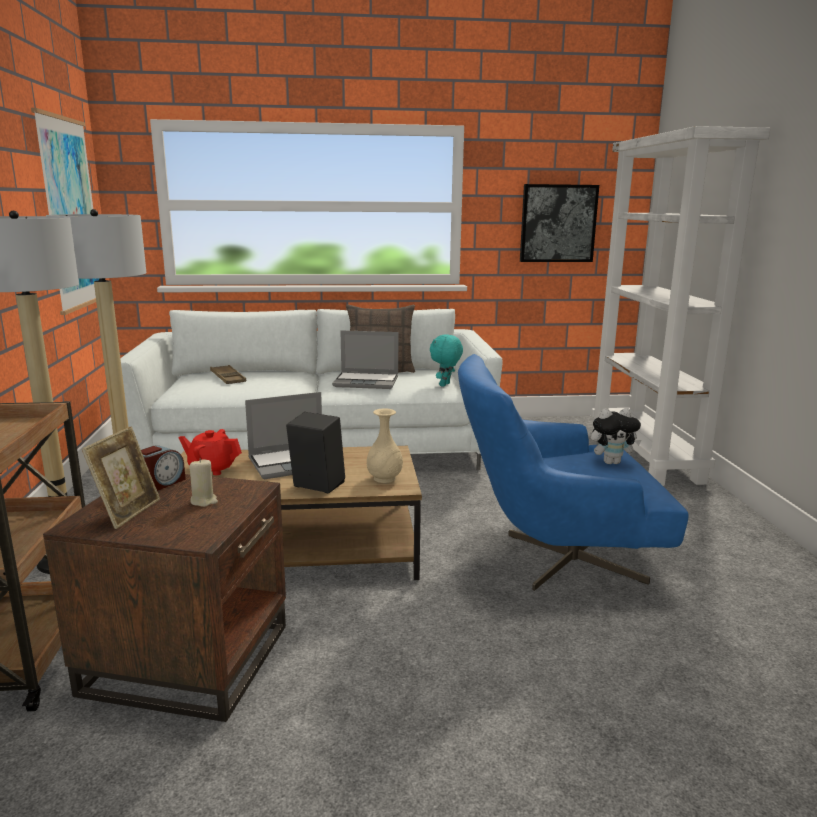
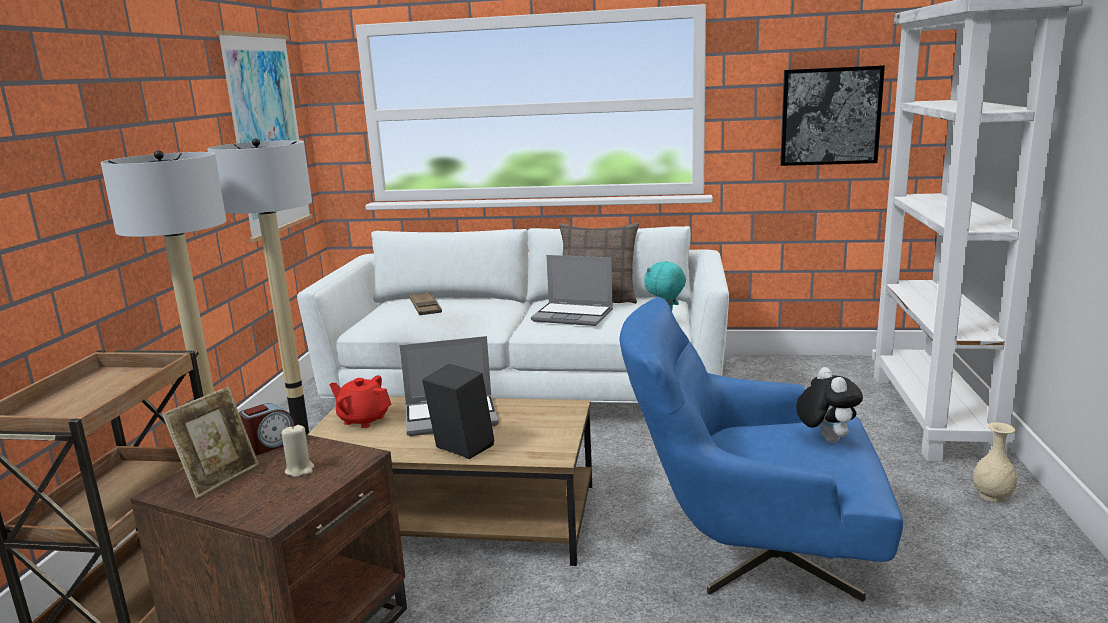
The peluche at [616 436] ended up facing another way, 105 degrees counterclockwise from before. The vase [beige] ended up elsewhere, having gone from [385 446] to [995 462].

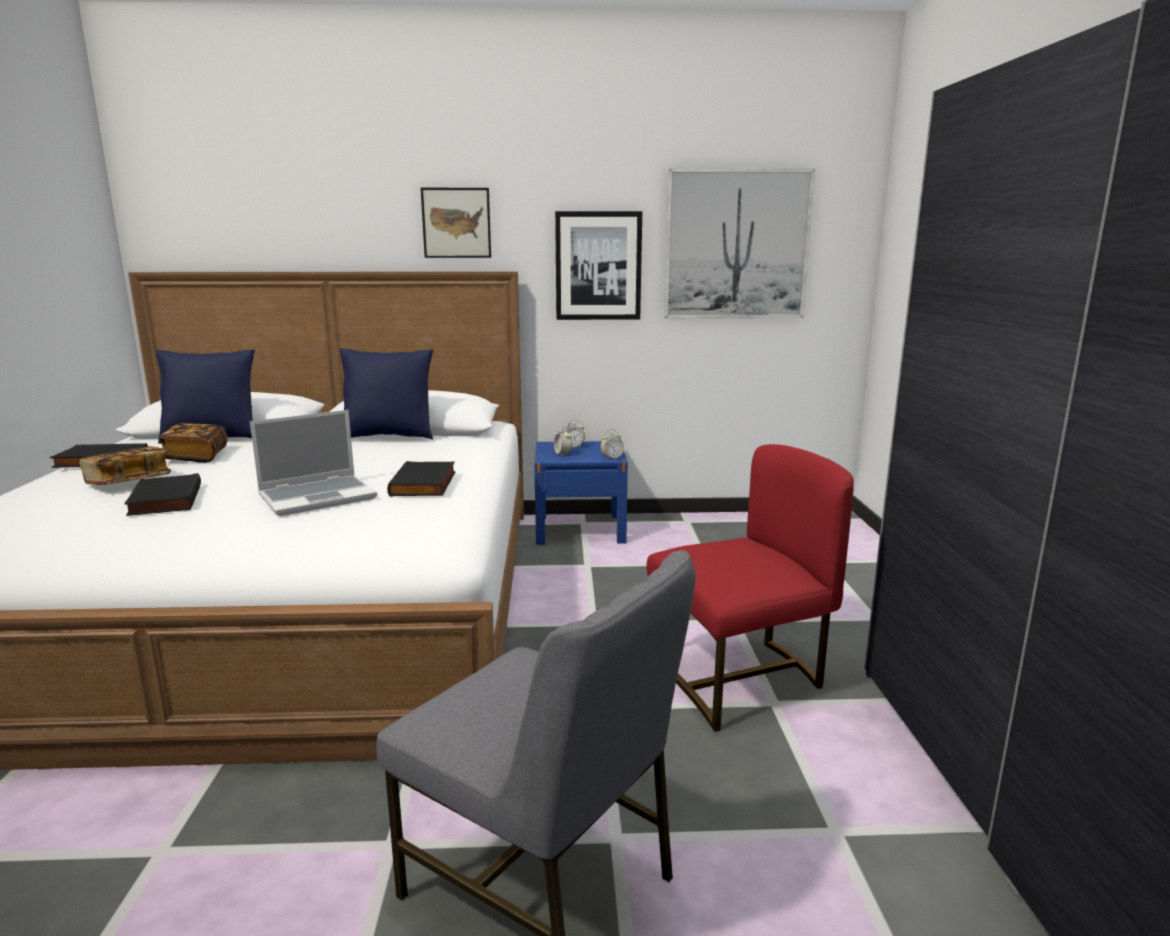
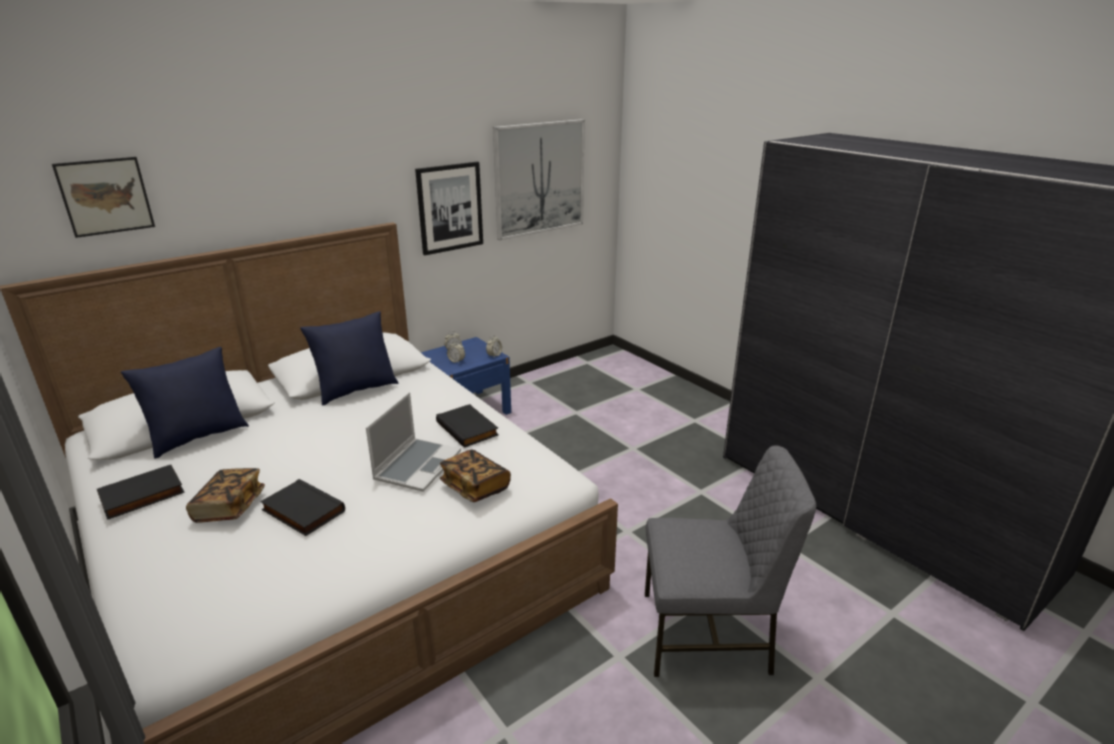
The tableau ended up elsewhere, having gone from [456 223] to [103 197]. The livre ended up elsewhere, having gone from [193 443] to [475 475]. The second view lost the chaise [rouge] at [750 588].

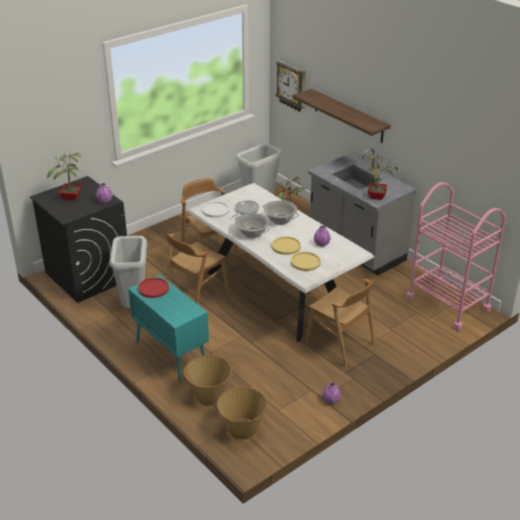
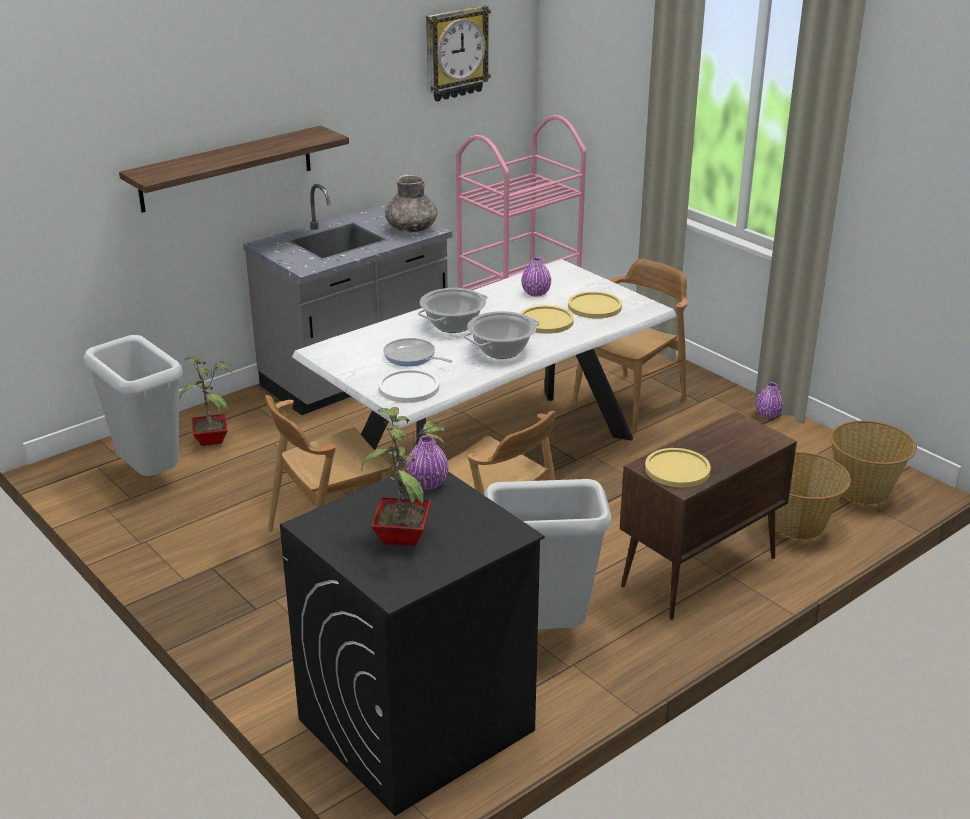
The horloge murale ended up elsewhere, having gone from [290 86] to [458 53]. Where the plante en pot stood at [382 176], the vase [gris] came to stand at [411 203]. What was the meuble de rangement [turquoise] at [168 328] turned into the meuble de rangement [marron] at [708 515]. What was the assiette [rouge] at [153 288] turned into the assiette [jaune] at [678 468].

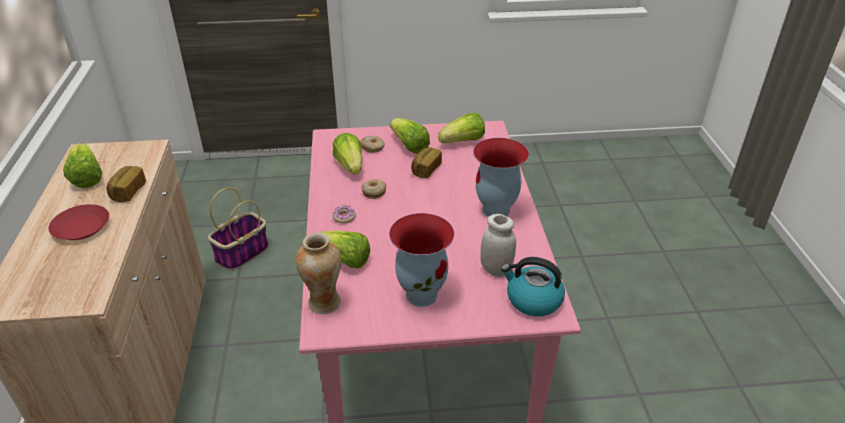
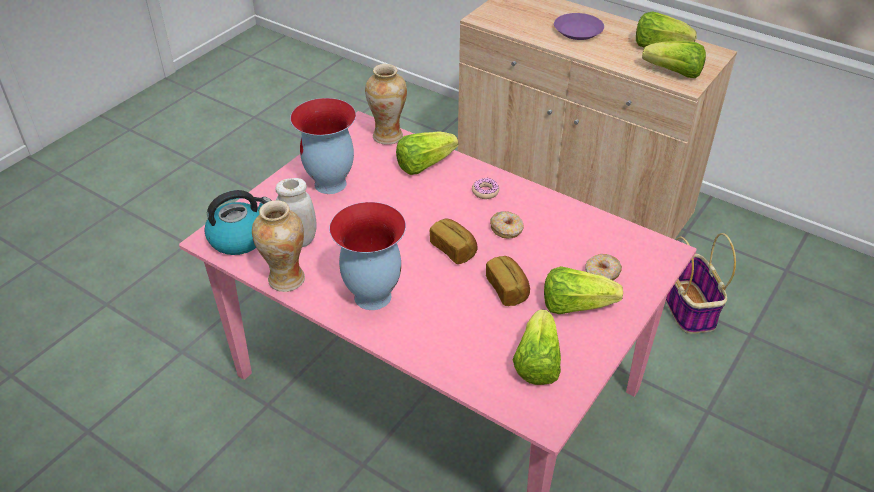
The laitue ended up elsewhere, having gone from [347 154] to [674 59]. The pain ended up elsewhere, having gone from [126 184] to [454 241]. What was the assiette [rouge] at [78 222] turned into the assiette [violet] at [579 26]. The second view gained the vase at [278 246].

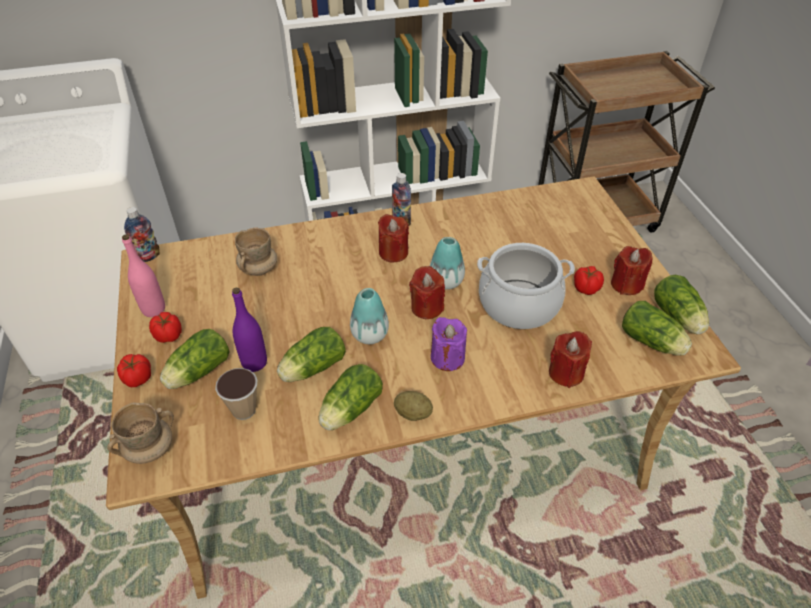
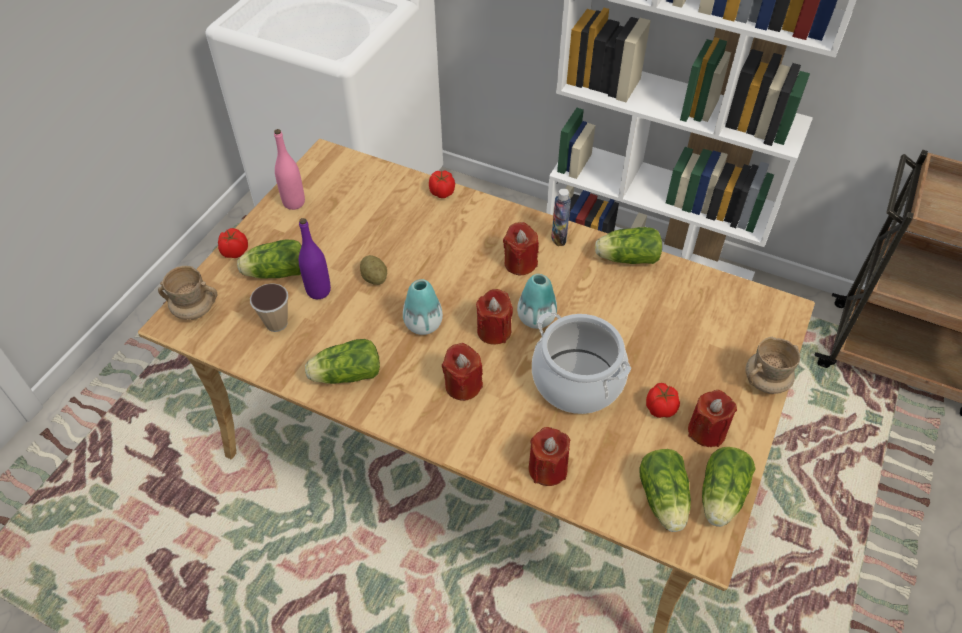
The second view lost the bouteille at [142 234]. The mug [beige] ended up elsewhere, having gone from [256 251] to [772 365]. The tomate ended up elsewhere, having gone from [165 327] to [442 184]. What was the bougie [violet] at [449 344] turned into the bougie [rouge] at [462 372]. The laitue ended up elsewhere, having gone from [311 354] to [628 245]. The pomme de terre ended up elsewhere, having gone from [413 406] to [373 270].

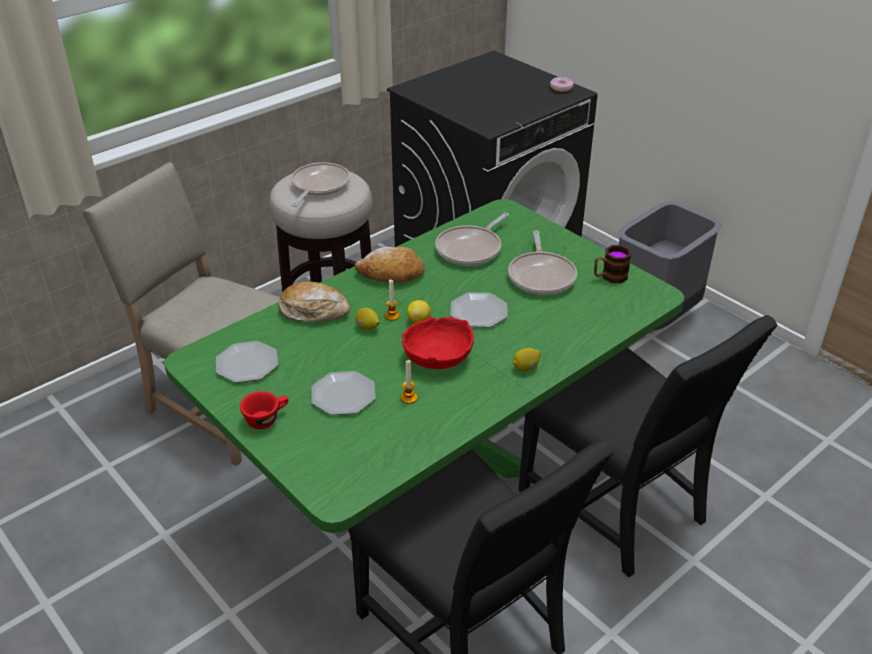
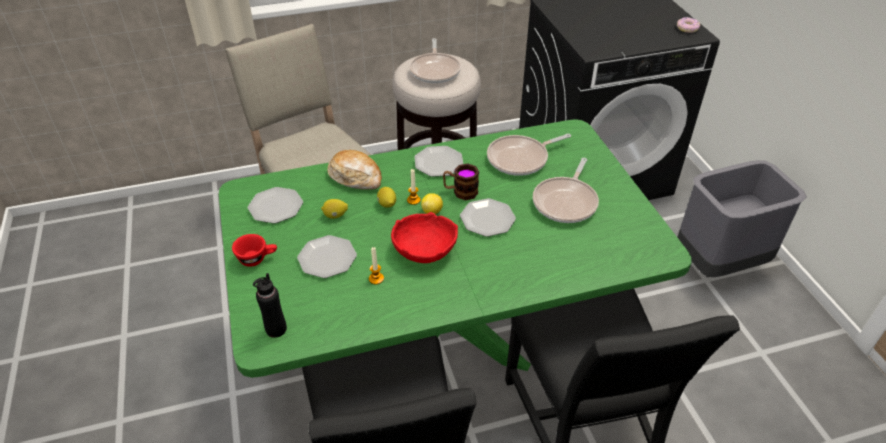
The poêle at [320 184] ended up facing another way, 135 degrees clockwise from before. The mug ended up elsewhere, having gone from [612 264] to [461 181]. Where the pain stood at [390 265], the assiette came to stand at [439 161]. The citron ended up elsewhere, having gone from [527 360] to [334 209]. The second view gained the bouteille [noir] at [270 305].

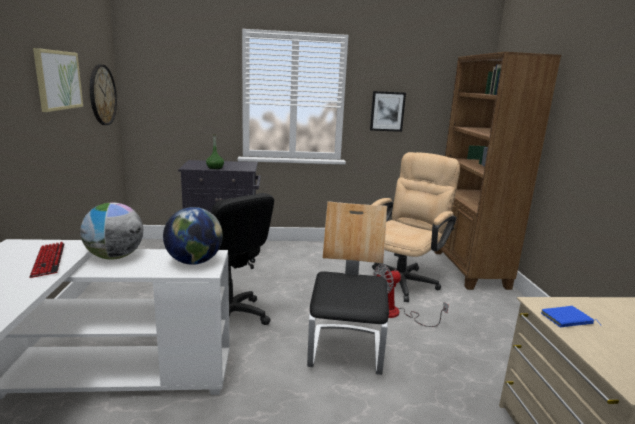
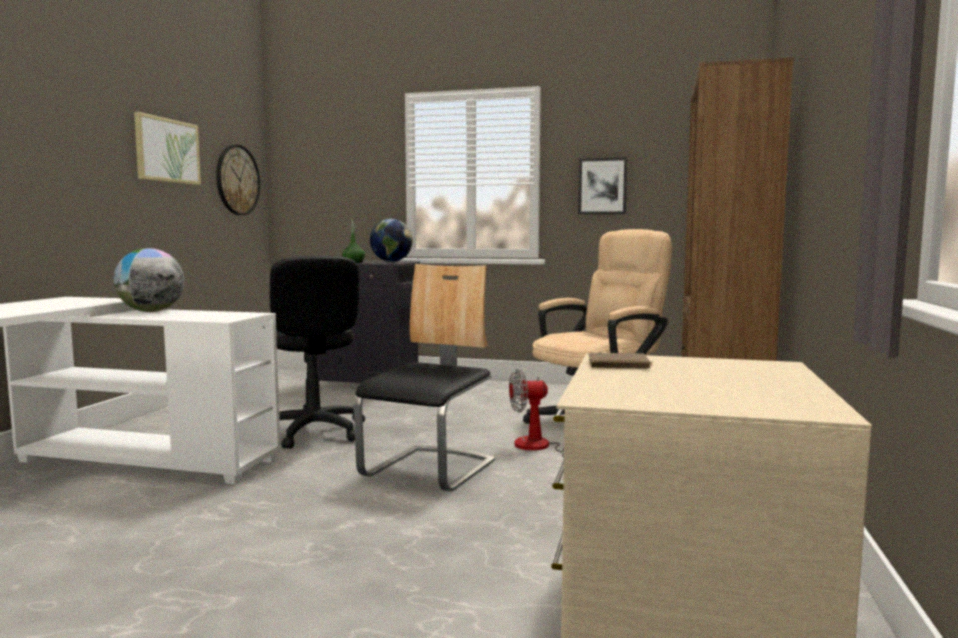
The globe ended up elsewhere, having gone from [193 236] to [391 240]. The second view lost the clavier at [47 260]. What was the livre [bleu] at [571 316] turned into the livre [marron] at [620 360].

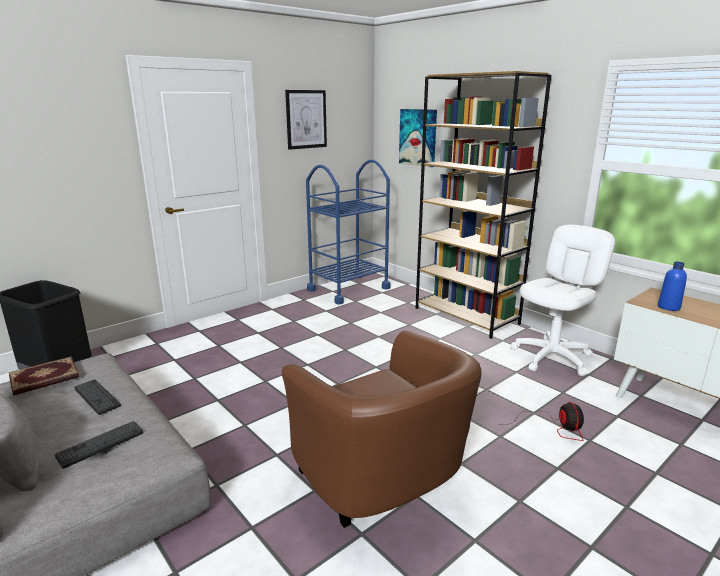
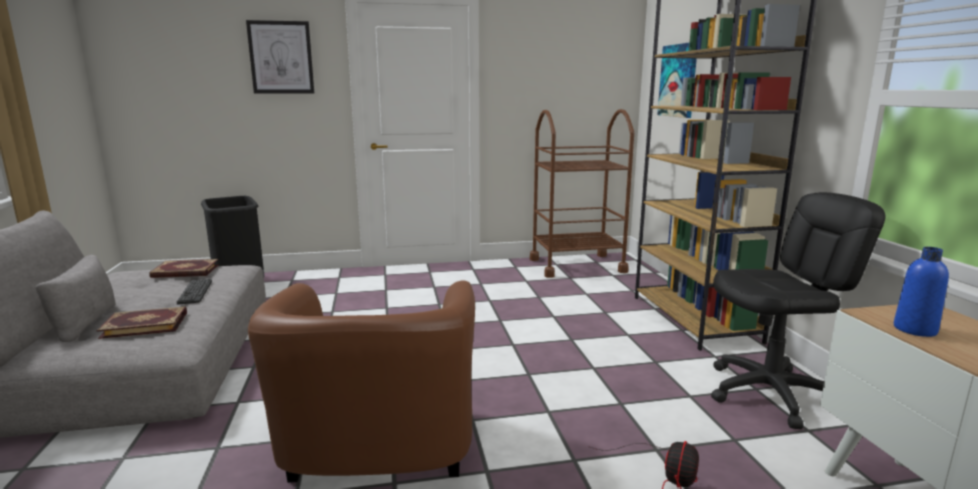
The tableau ended up elsewhere, having gone from [306 120] to [280 57]. What was the chariot [bleu] at [348 232] turned into the chariot [marron] at [582 193]. What was the chaise de bureau [blanc] at [562 300] turned into the chaise de bureau [noir] at [798 310]. Where the clavier stood at [99 445], the livre came to stand at [141 322].

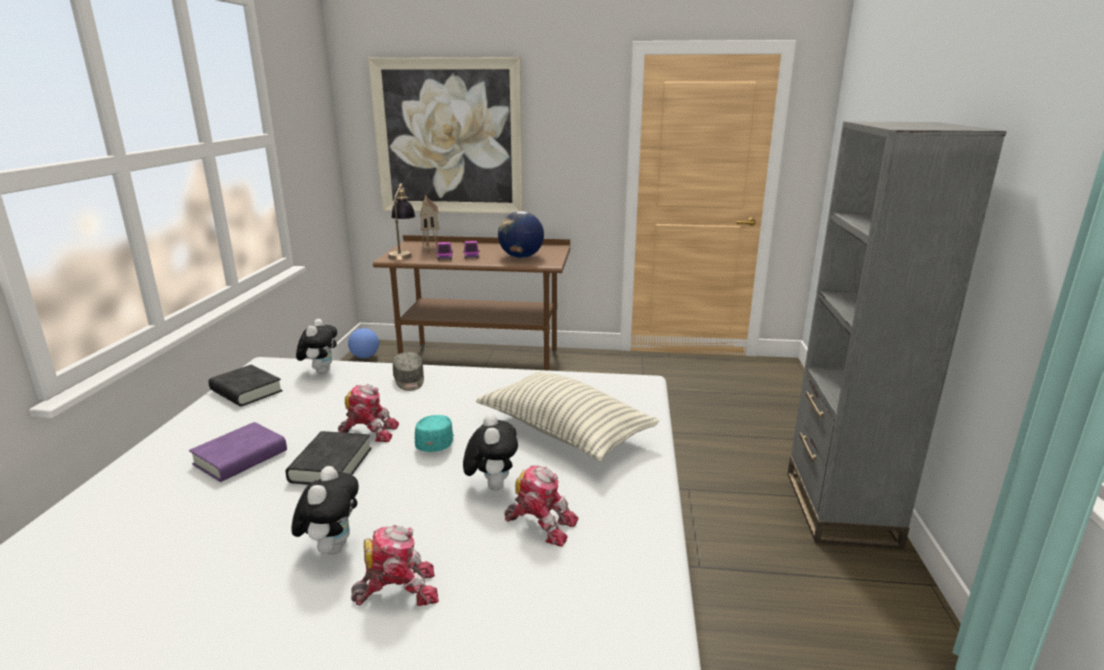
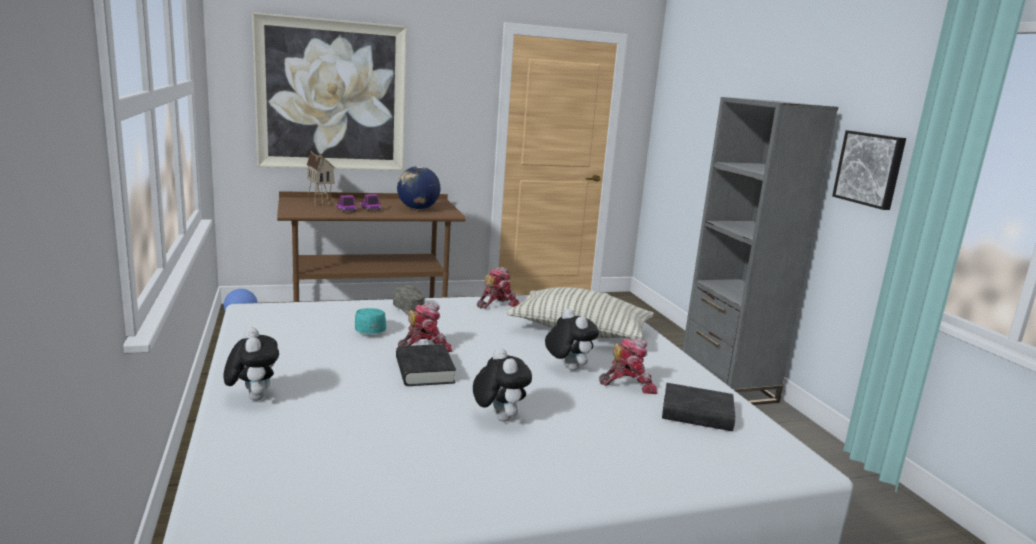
The second view lost the lampe de table at [402 222]. The peluche ended up elsewhere, having gone from [316 346] to [251 364]. The livre [noir] ended up elsewhere, having gone from [245 385] to [698 407]. The casquette [turquoise] ended up elsewhere, having gone from [434 433] to [370 321]. The second view lost the livre [violet] at [238 452]. The robot jouet ended up elsewhere, having gone from [395 565] to [498 288]. The second view gained the tableau at [869 170].

